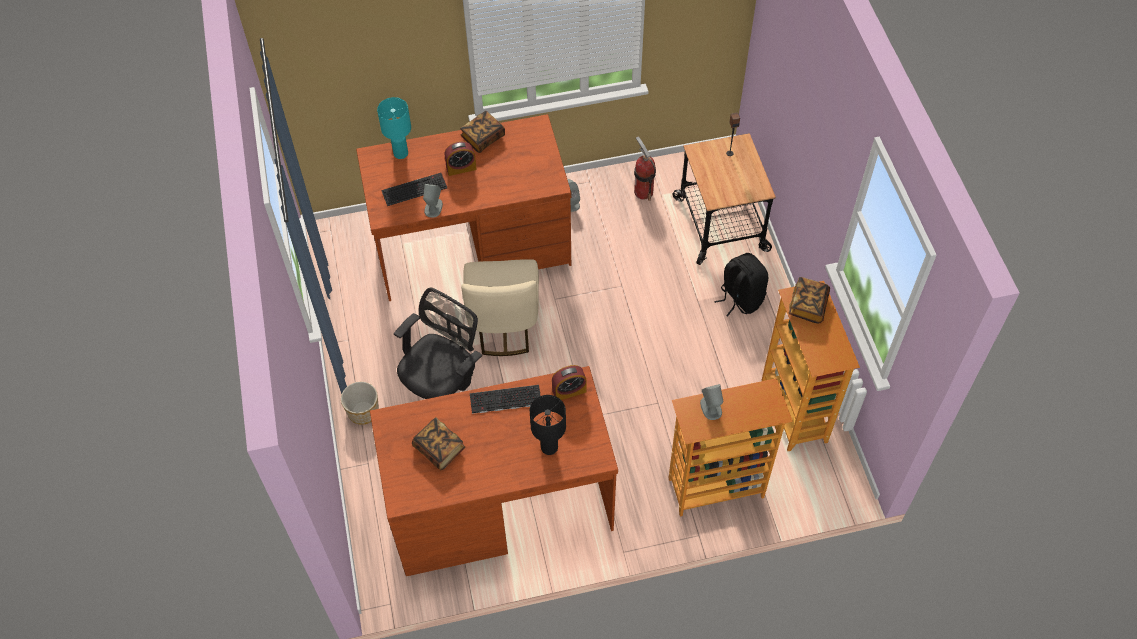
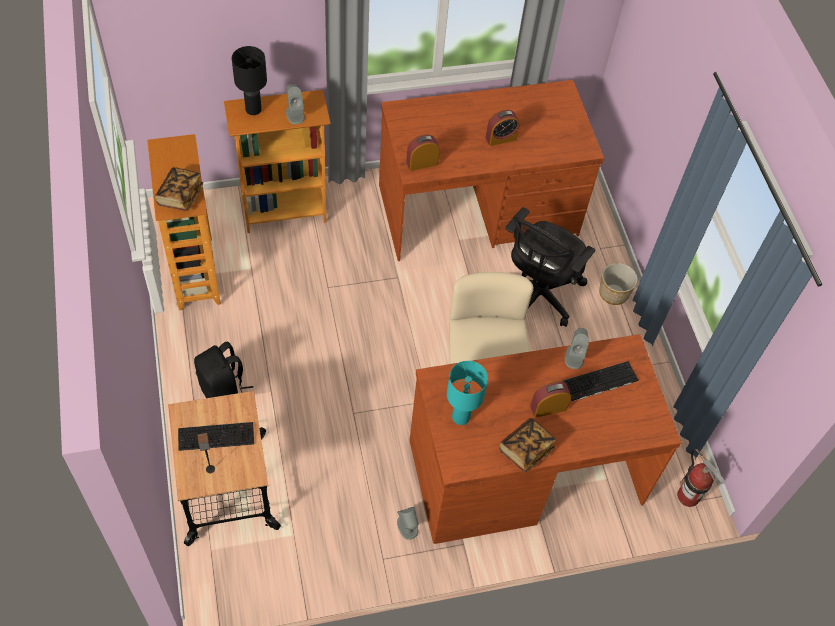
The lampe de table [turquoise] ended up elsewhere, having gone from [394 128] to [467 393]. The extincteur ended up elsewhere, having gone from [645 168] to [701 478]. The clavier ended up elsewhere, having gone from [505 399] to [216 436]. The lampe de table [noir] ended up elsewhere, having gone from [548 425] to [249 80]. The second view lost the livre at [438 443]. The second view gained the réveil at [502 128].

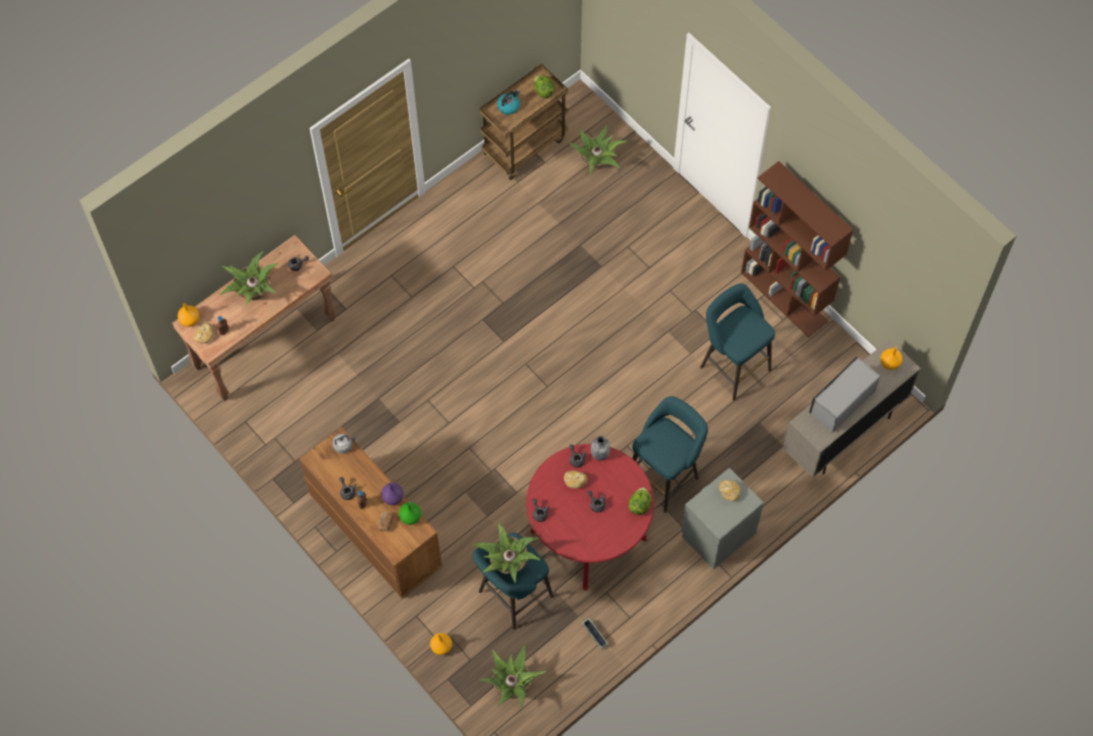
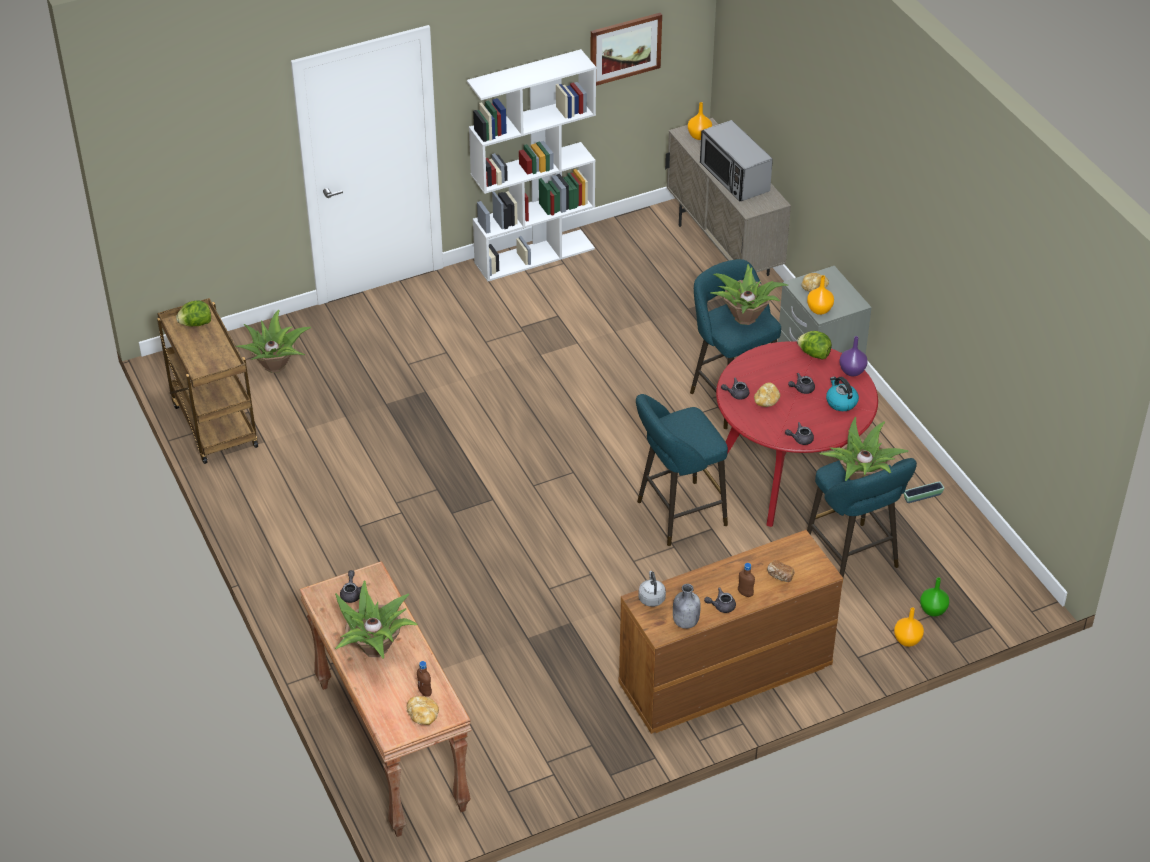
The bouilloire ended up elsewhere, having gone from [508 102] to [842 394]. What was the bibliothèque [marron] at [797 249] turned into the bibliothèque [blanc] at [531 165]. The tabouret [turquoise] ended up elsewhere, having gone from [737 342] to [682 470]. The vase [orange] ended up elsewhere, having gone from [188 315] to [820 295]. The bouteille [gris] ended up elsewhere, having gone from [600 448] to [687 606]. The vase [violet] ended up elsewhere, having gone from [392 494] to [853 356]. The vase [vert] ended up elsewhere, having gone from [410 513] to [934 597]. The plante en pot ended up elsewhere, having gone from [513 676] to [749 294]. The second view gained the tableau at [626 49].

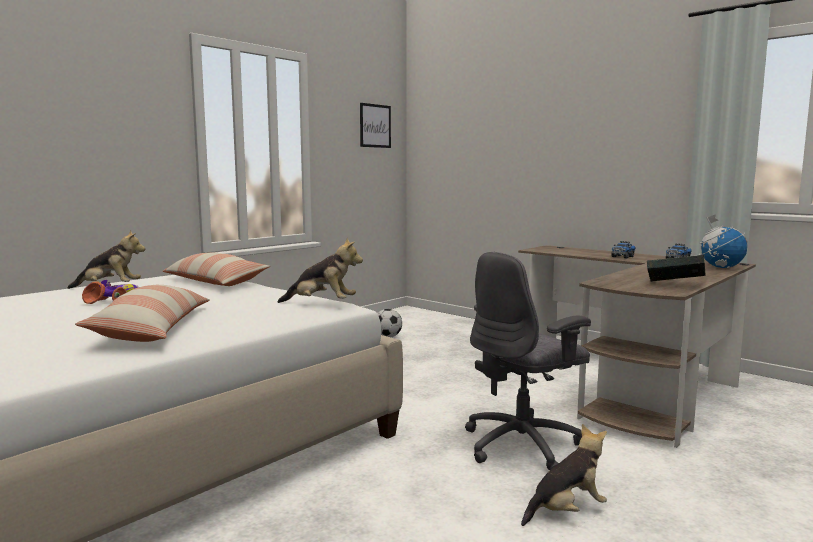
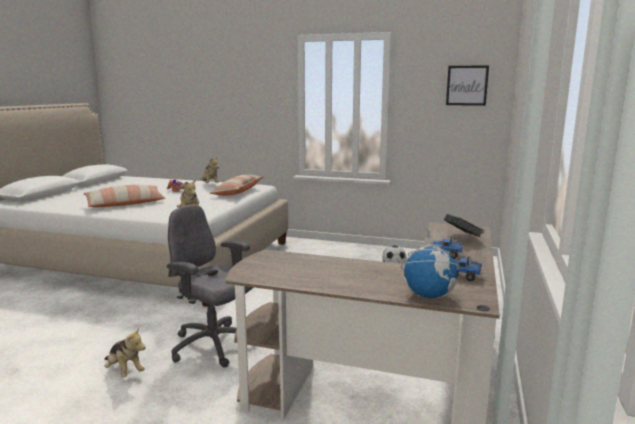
The livre ended up elsewhere, having gone from [676 268] to [464 225].

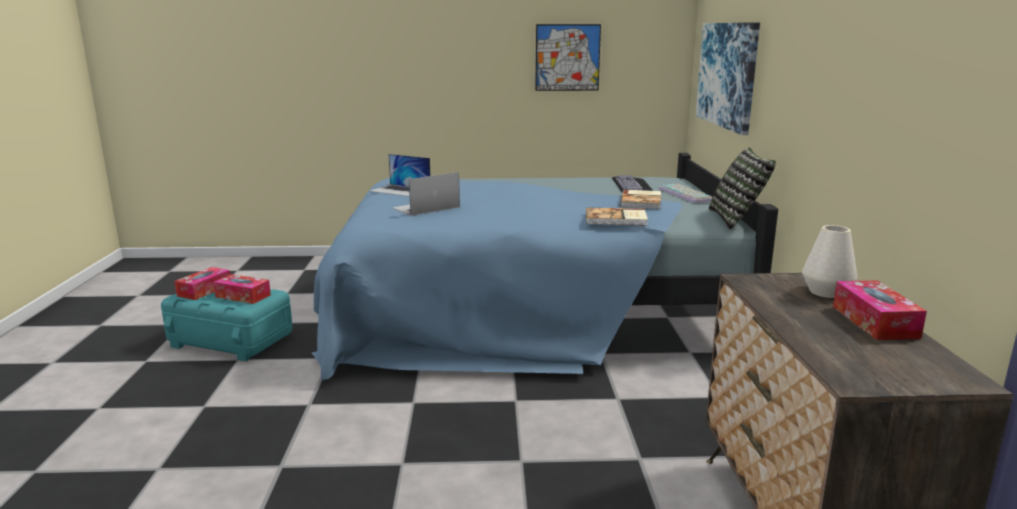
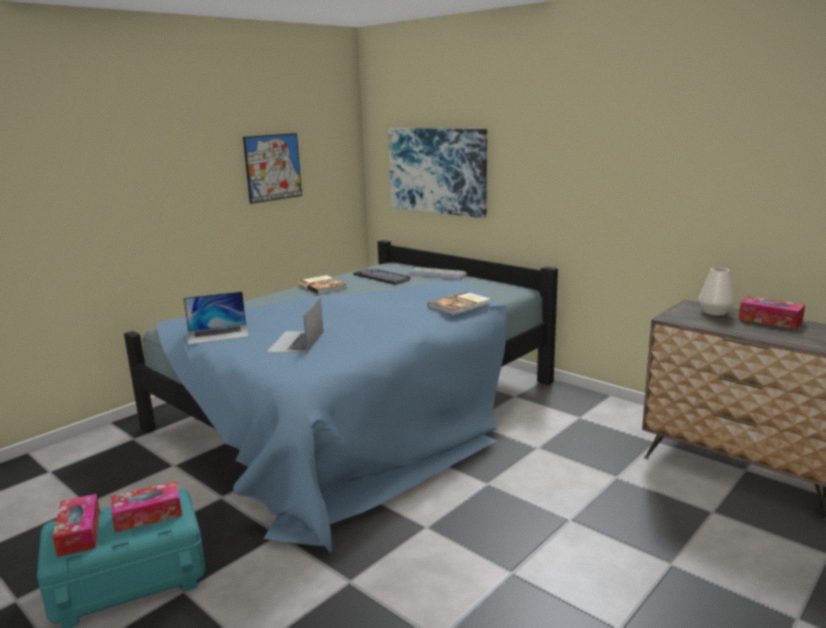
The second view lost the coussin at [742 188]. The livre ended up elsewhere, having gone from [640 199] to [322 284].

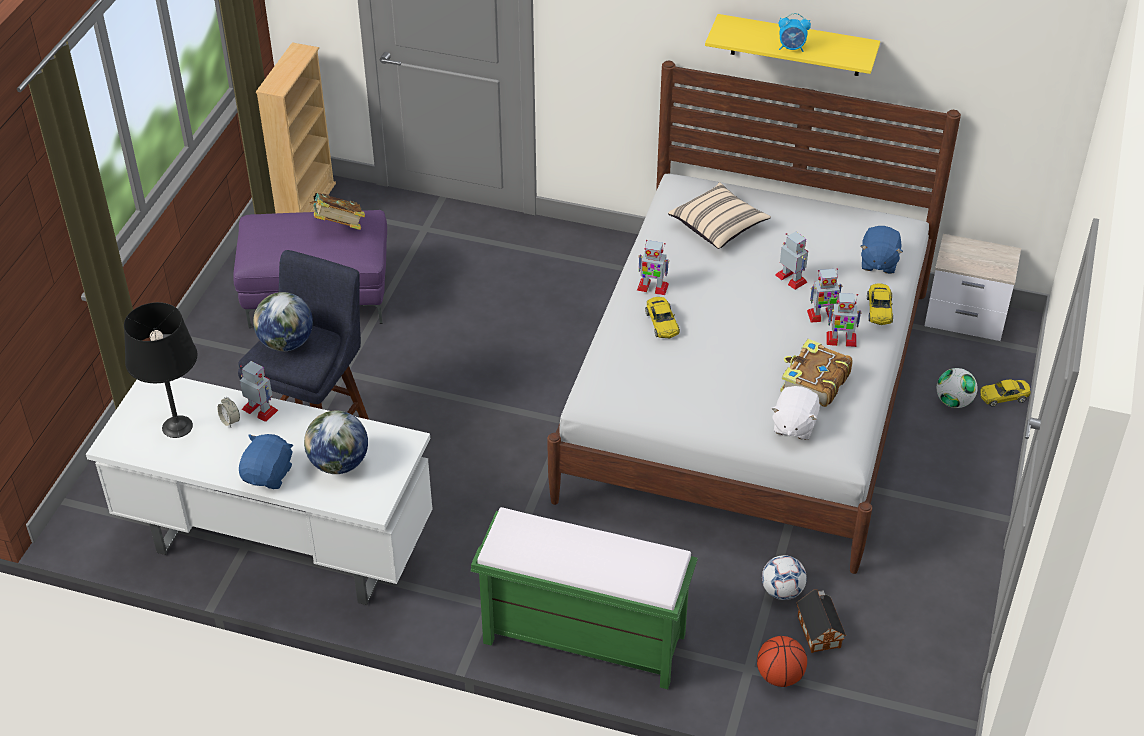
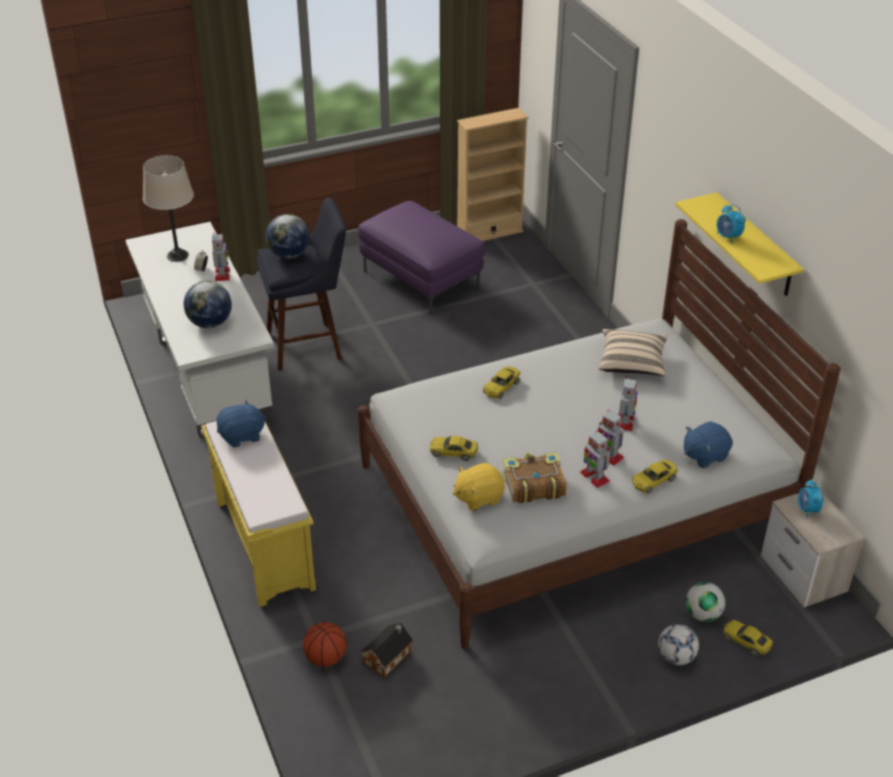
The second view lost the livre at [337 211]. The second view lost the robot jouet at [653 267]. What was the lampe de table [noir] at [160 370] turned into the lampe de table [beige] at [168 208]. What was the peluche [blanc] at [795 413] turned into the peluche [jaune] at [479 487]. The peluche [bleu] ended up elsewhere, having gone from [266 461] to [241 423]. What was the banc [vert] at [584 598] turned into the banc [jaune] at [259 514]. The ballon de foot ended up elsewhere, having gone from [784 577] to [678 644]. The second view gained the petite voiture [jaune] at [454 448]. The second view gained the réveil at [811 498].

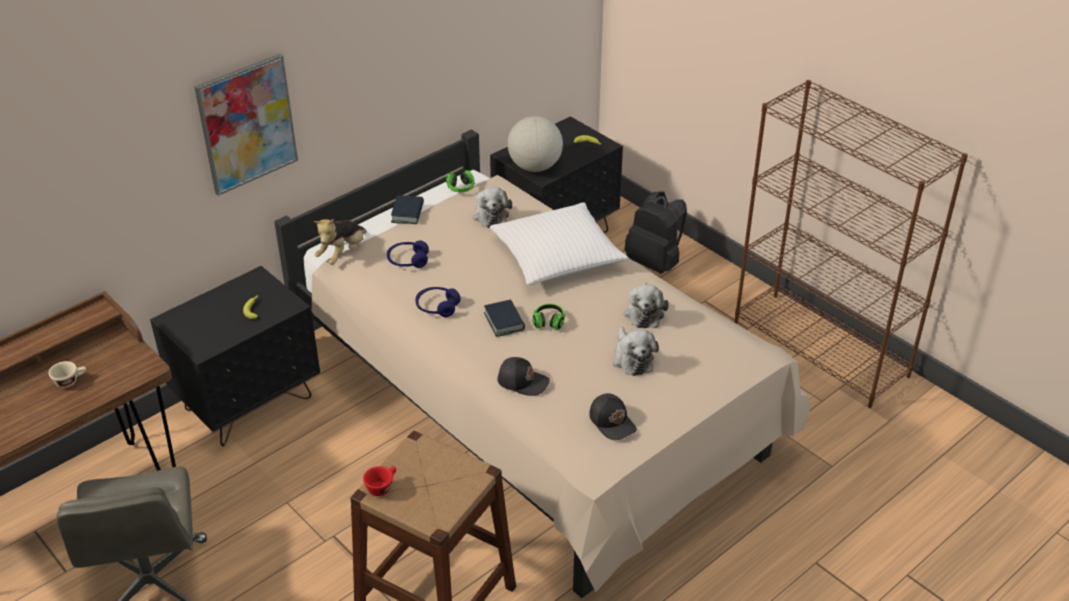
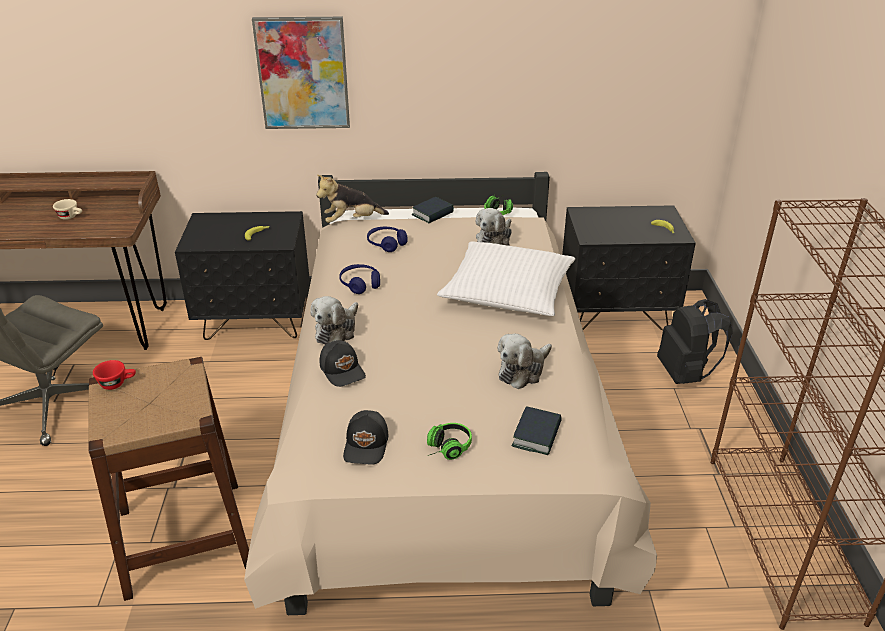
The second view lost the globe at [535 144]. The livre ended up elsewhere, having gone from [504 318] to [537 430]. The casque audio ended up elsewhere, having gone from [548 317] to [449 441]. The peluche ended up elsewhere, having gone from [636 351] to [334 320].

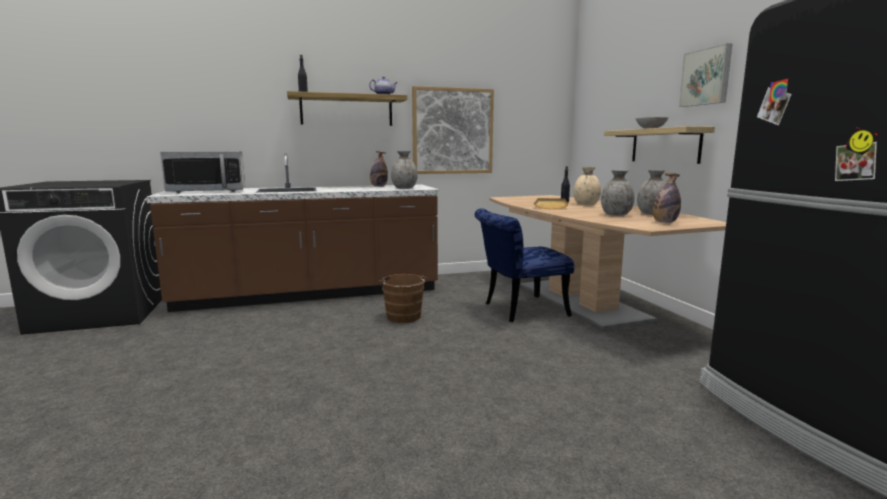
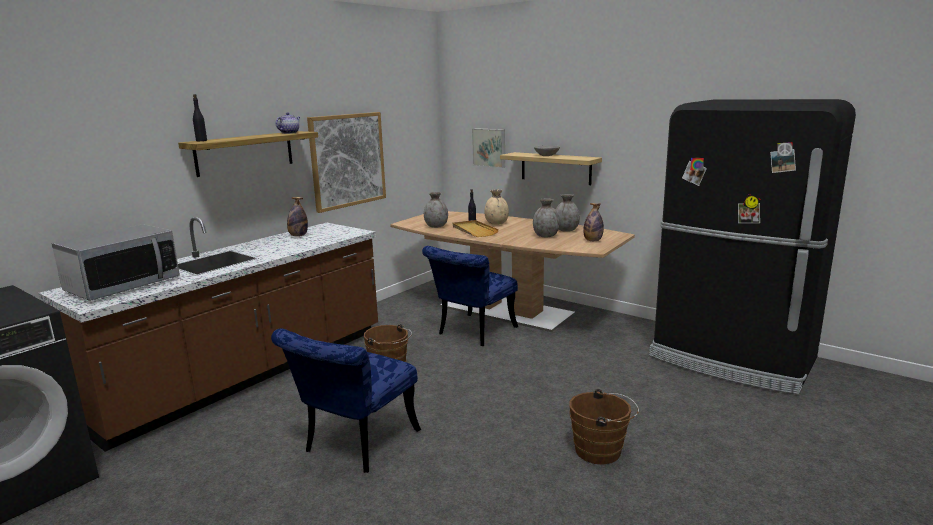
The tableau ended up elsewhere, having gone from [705 75] to [488 148]. The vase [gris] ended up elsewhere, having gone from [404 170] to [436 210]. The second view gained the chaise [bleu] at [346 401]. The second view gained the seau [marron] at [604 427].

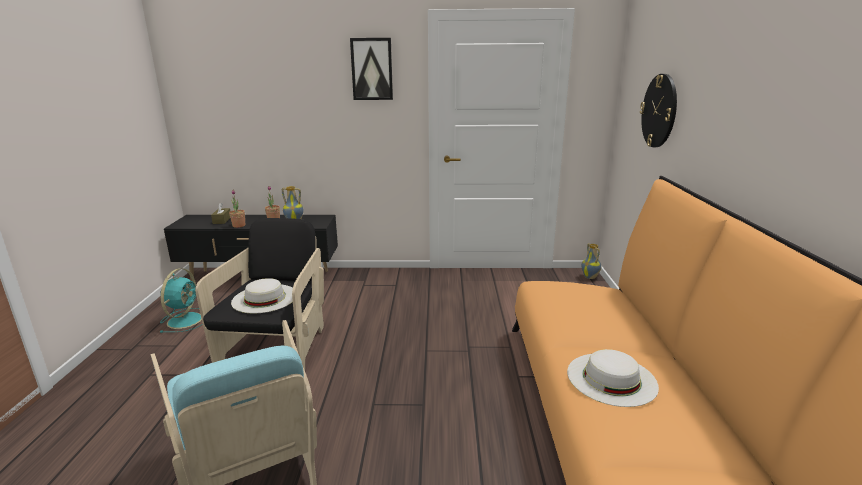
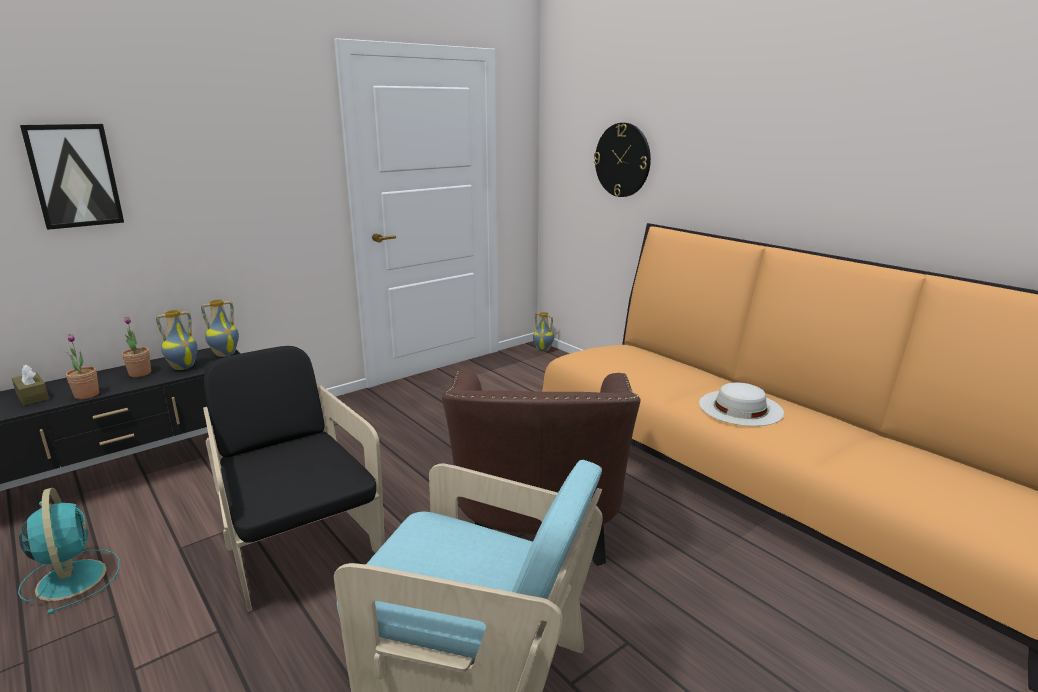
The tableau ended up elsewhere, having gone from [371 69] to [72 177]. The second view lost the chapeau [blanc] at [262 295]. The second view gained the vase at [220 328]. The second view gained the fauteuil [marron] at [541 468].

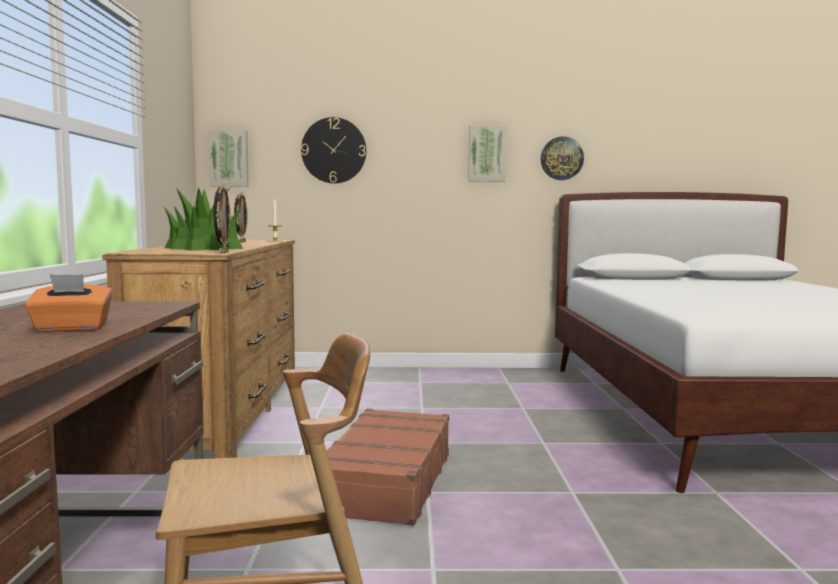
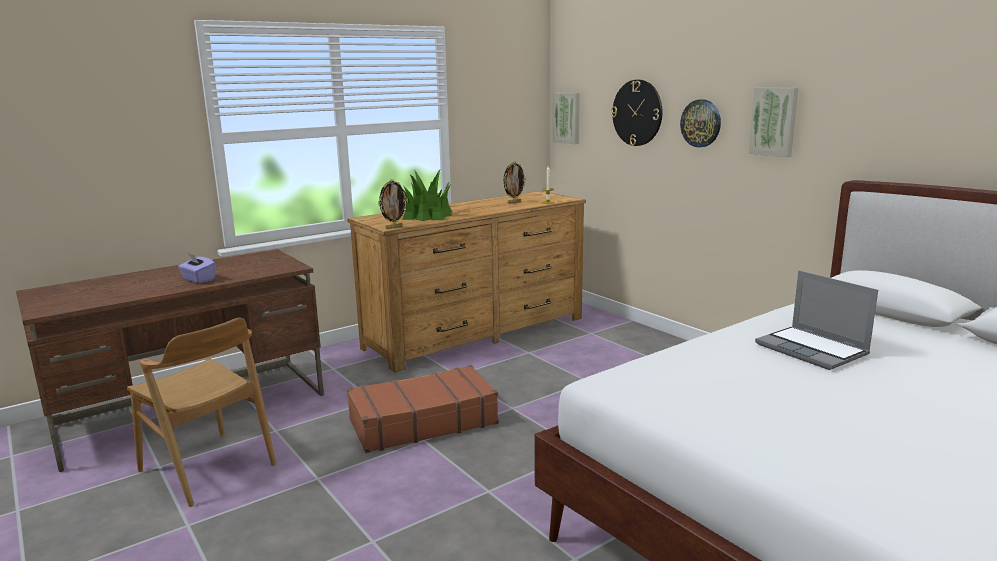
The horloge murale ended up elsewhere, having gone from [562 158] to [700 123]. What was the boîte à mouchoirs [orange] at [68 303] turned into the boîte à mouchoirs [violet] at [197 268]. The second view gained the ordinateur portable at [816 320].

